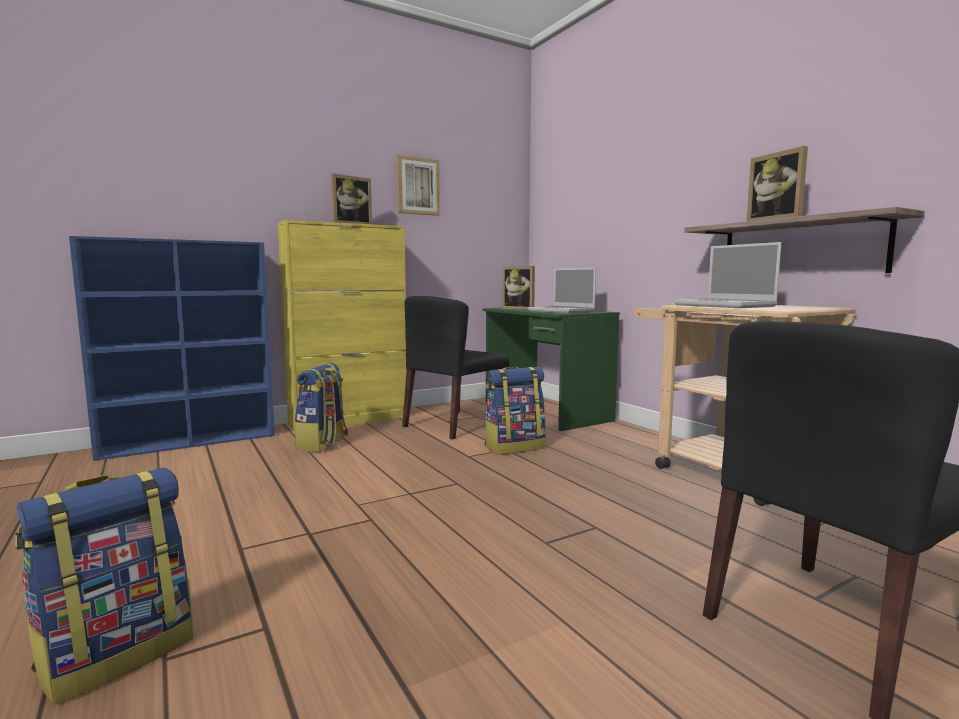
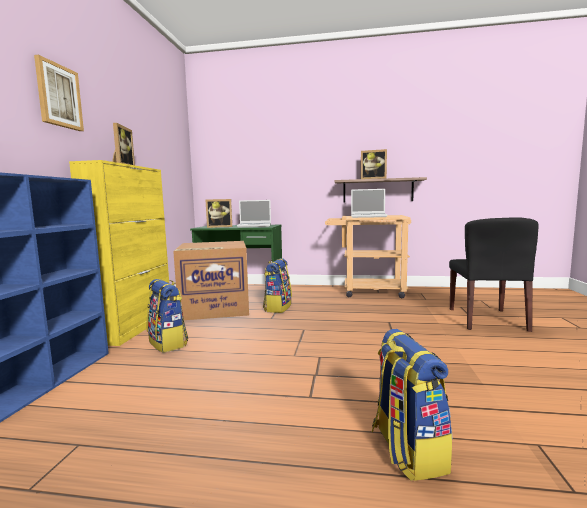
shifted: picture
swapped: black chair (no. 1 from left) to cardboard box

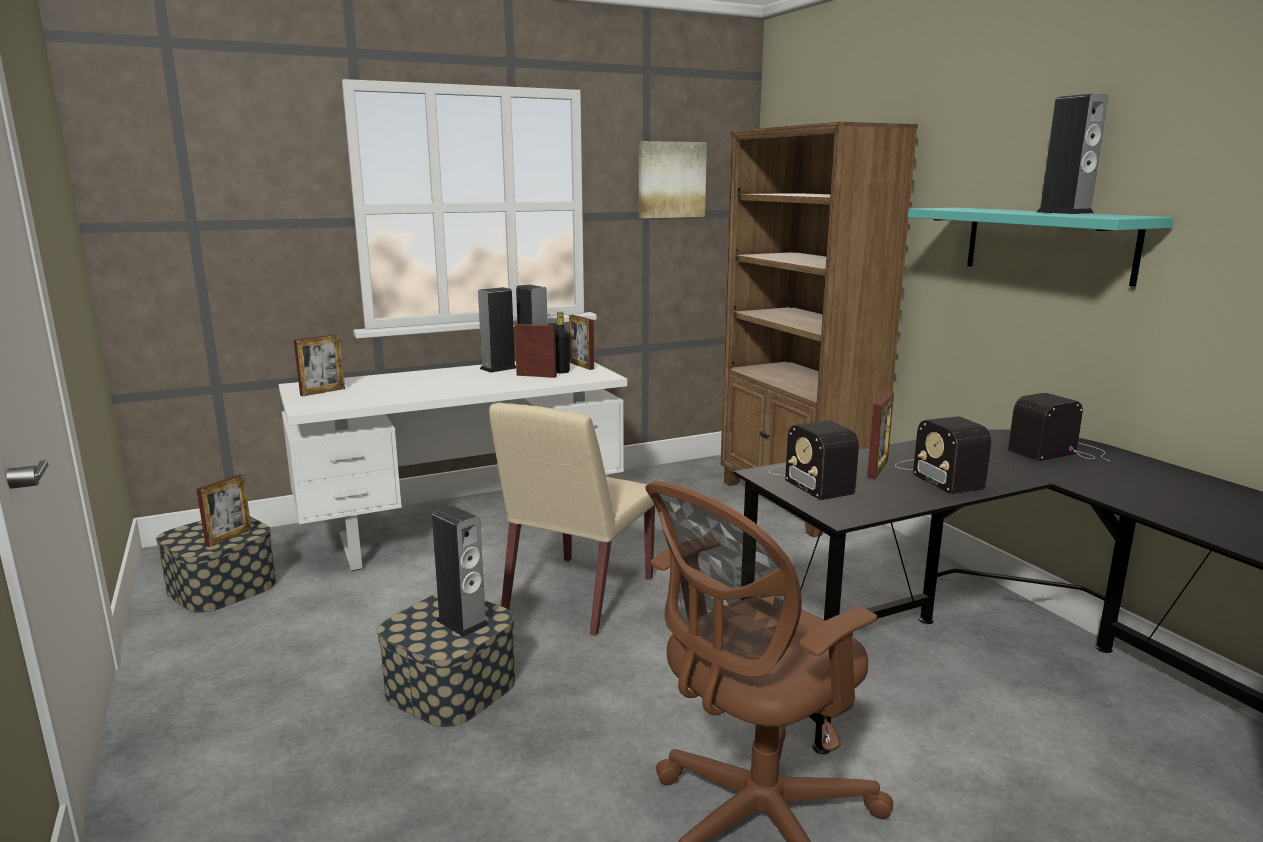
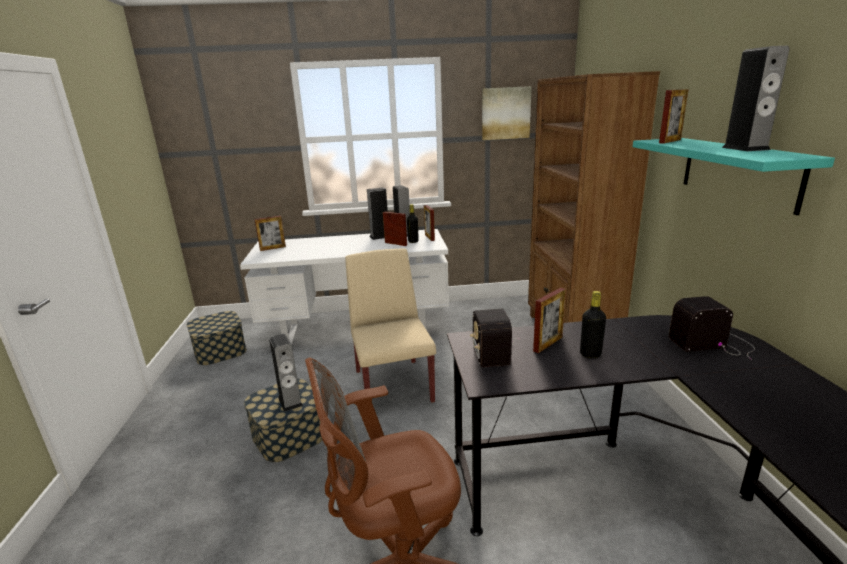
shifted: picture frame (no. 1 from left in the first image) to picture frame (no. 5 from left)
swapped: radio (no. 2 from left) to black bottle (no. 2 from left)
rotated: beige chair 120 degrees clockwise

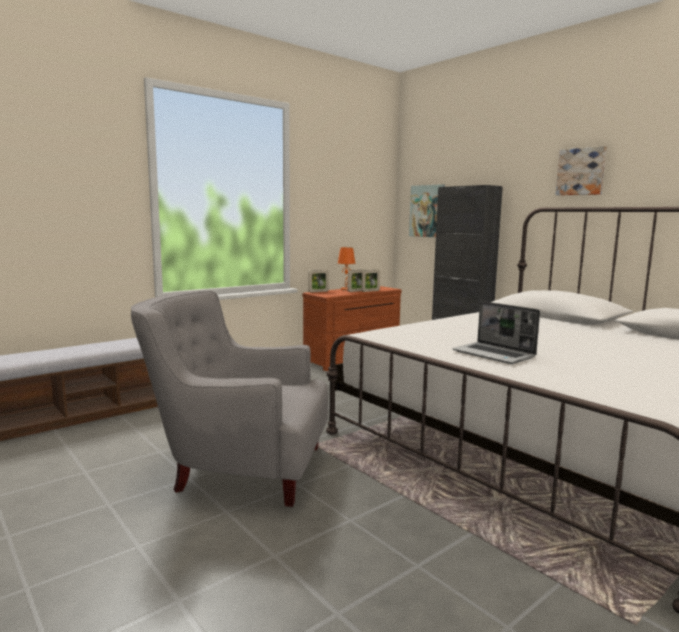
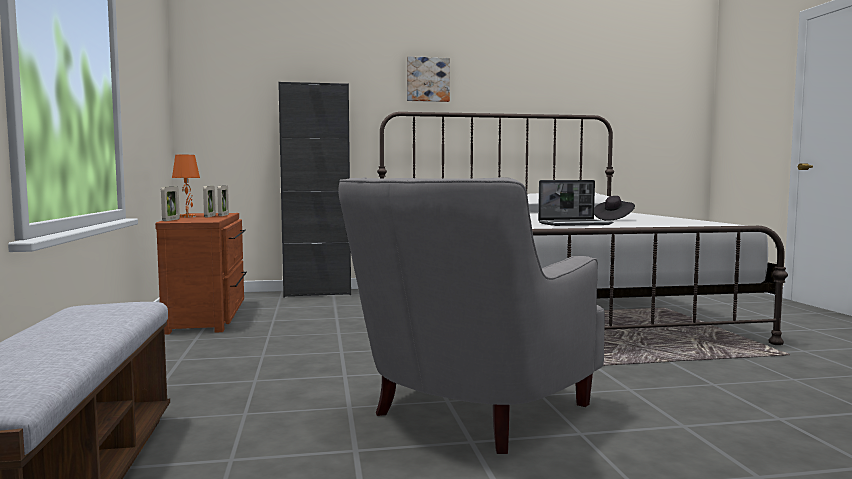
gone: picture (no. 1 from left)
new: black hat

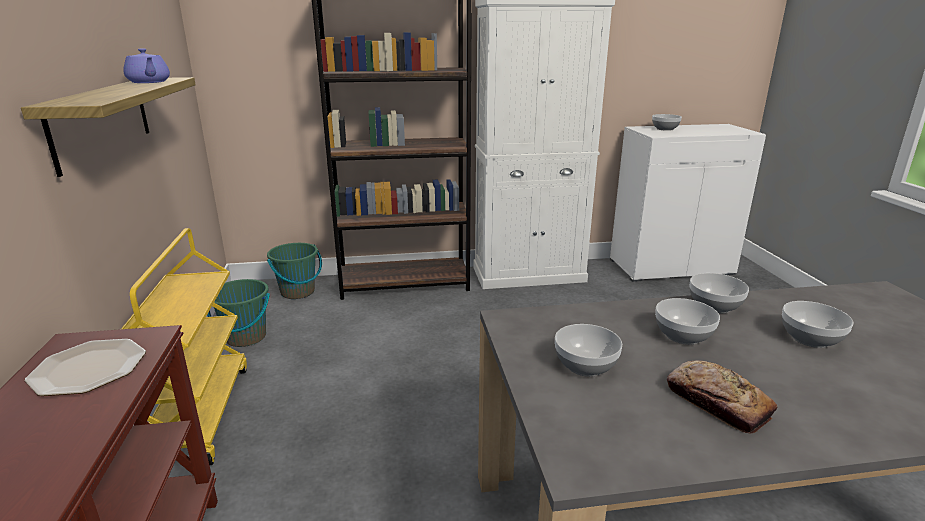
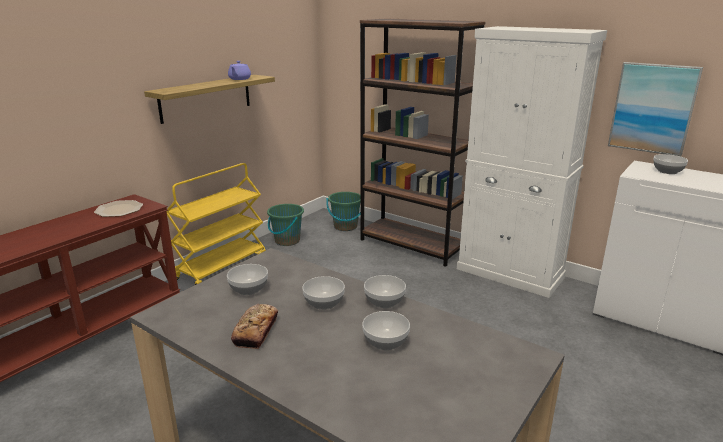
new: picture

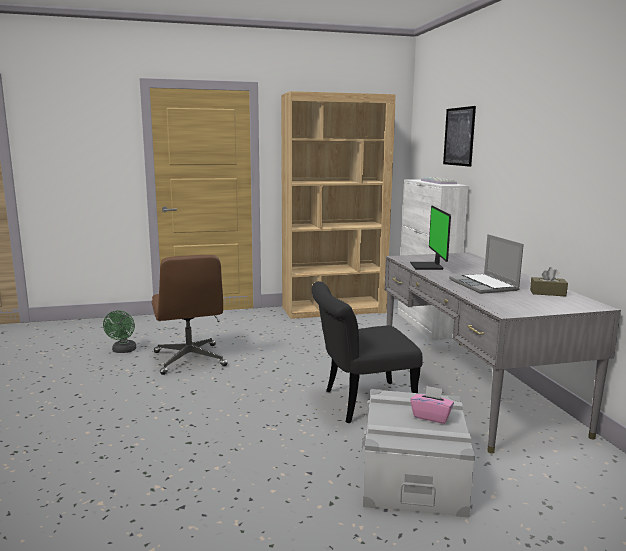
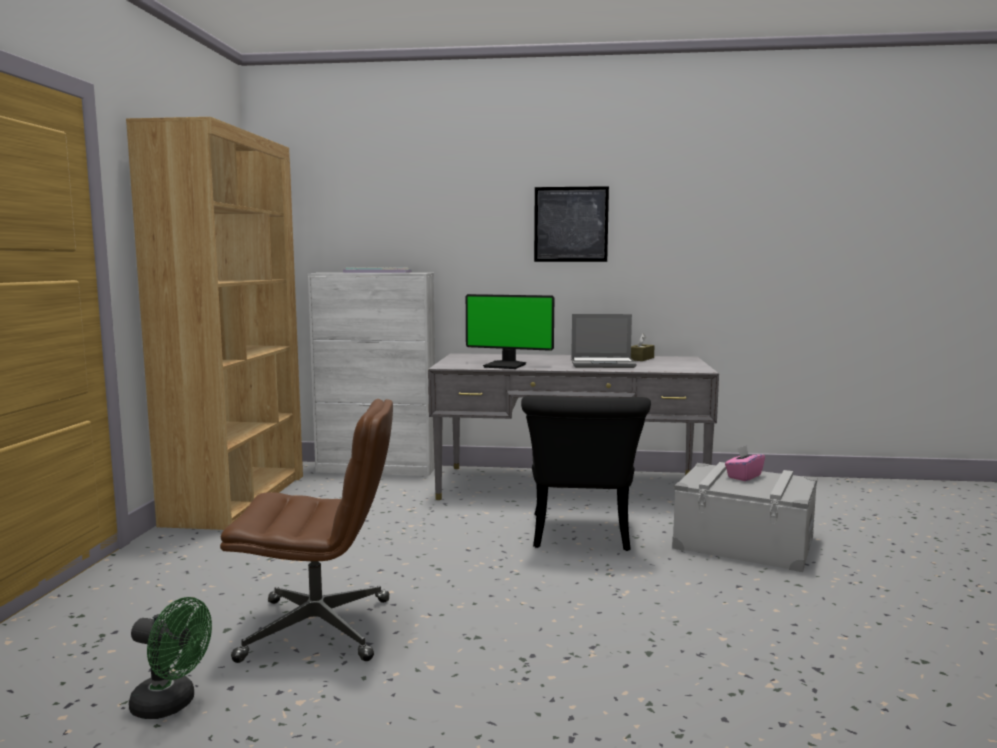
shifted: picture

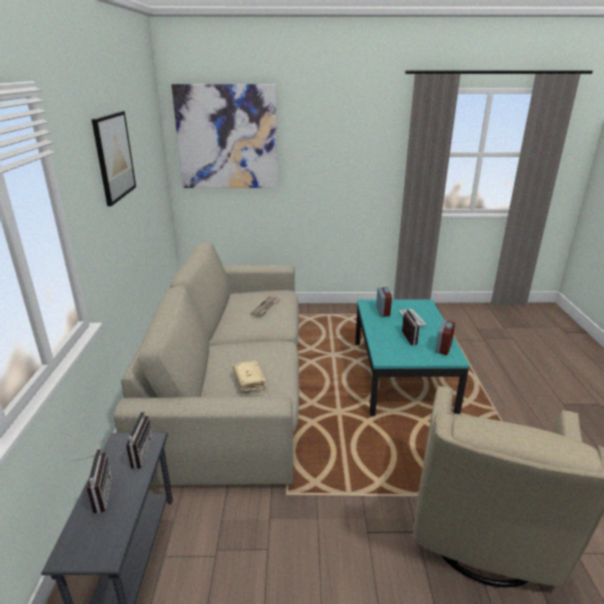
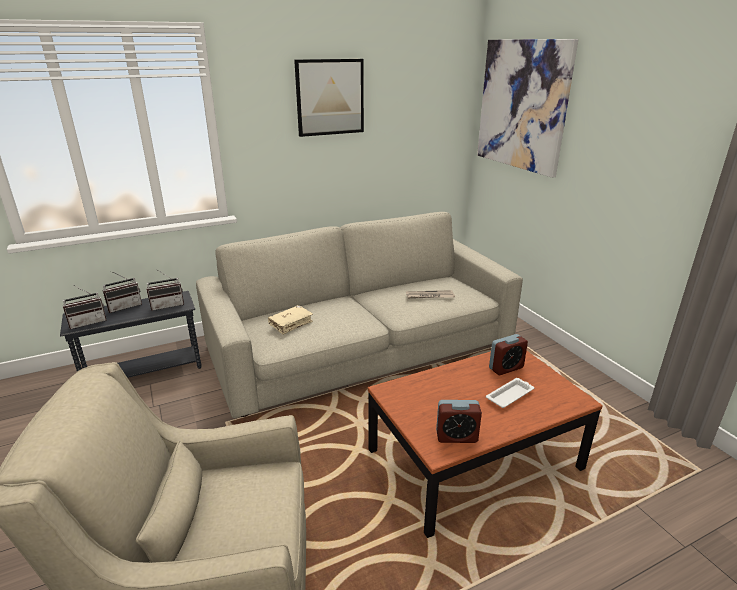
shifted: radio (no. 3 from left in the first image) to radio (no. 1 from left)
repainted: turquoise coffee table to brown coffee table

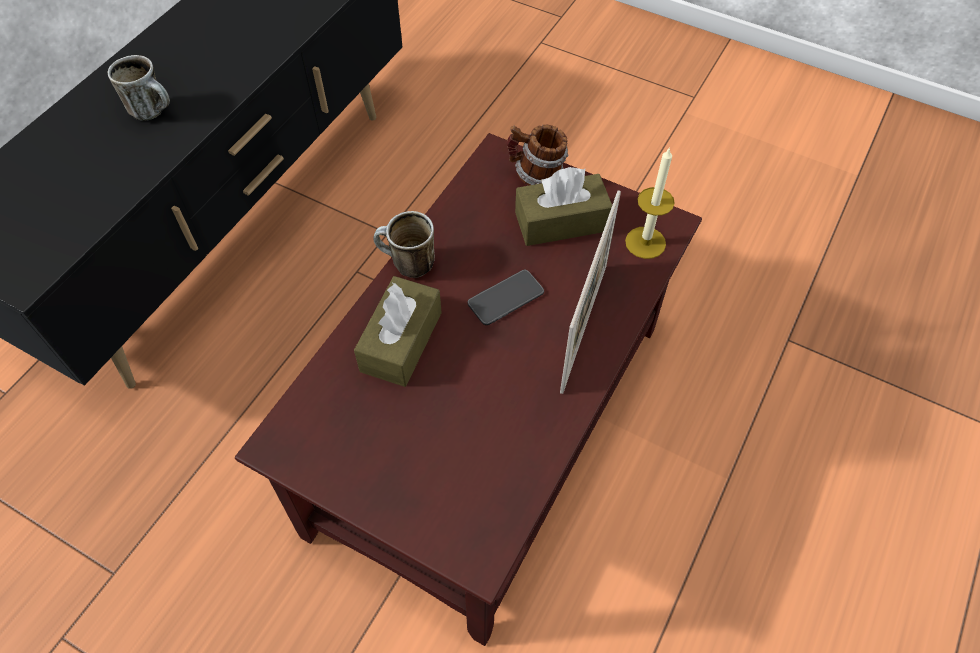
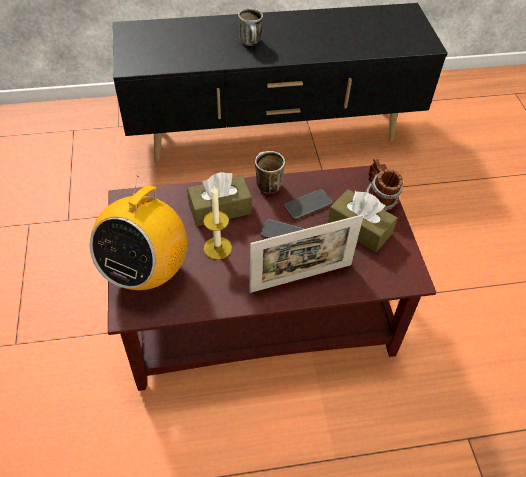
new: radio; phone (no. 2 from left)
shifted: candle

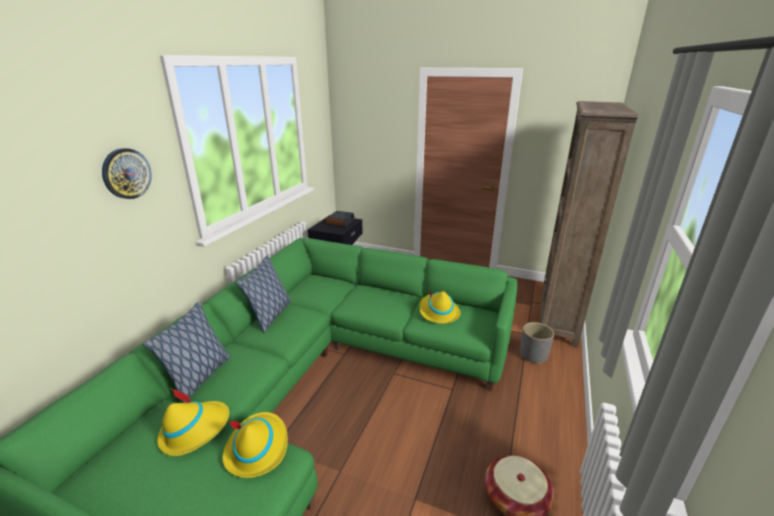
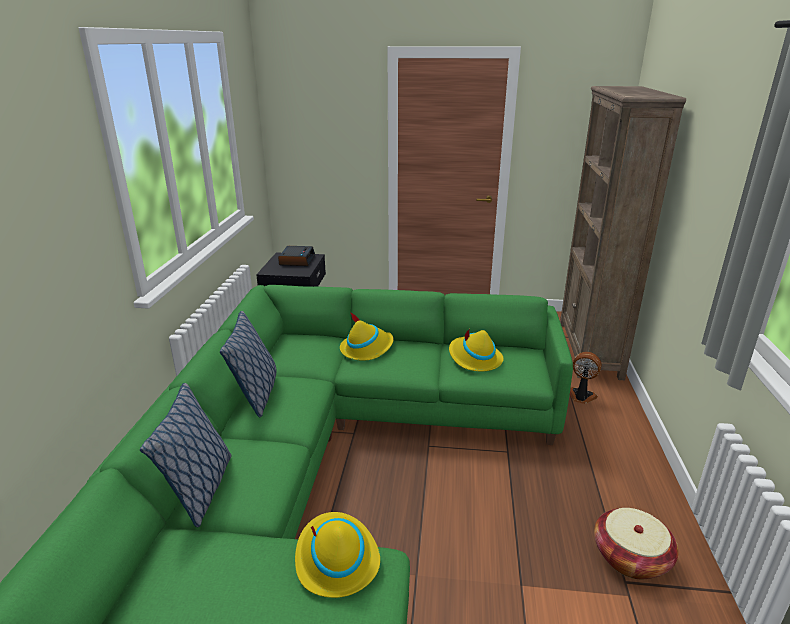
gone: wall clock
shifted: yellow hat (no. 1 from left in the first image) to yellow hat (no. 2 from left)
swapped: grey planter to fan

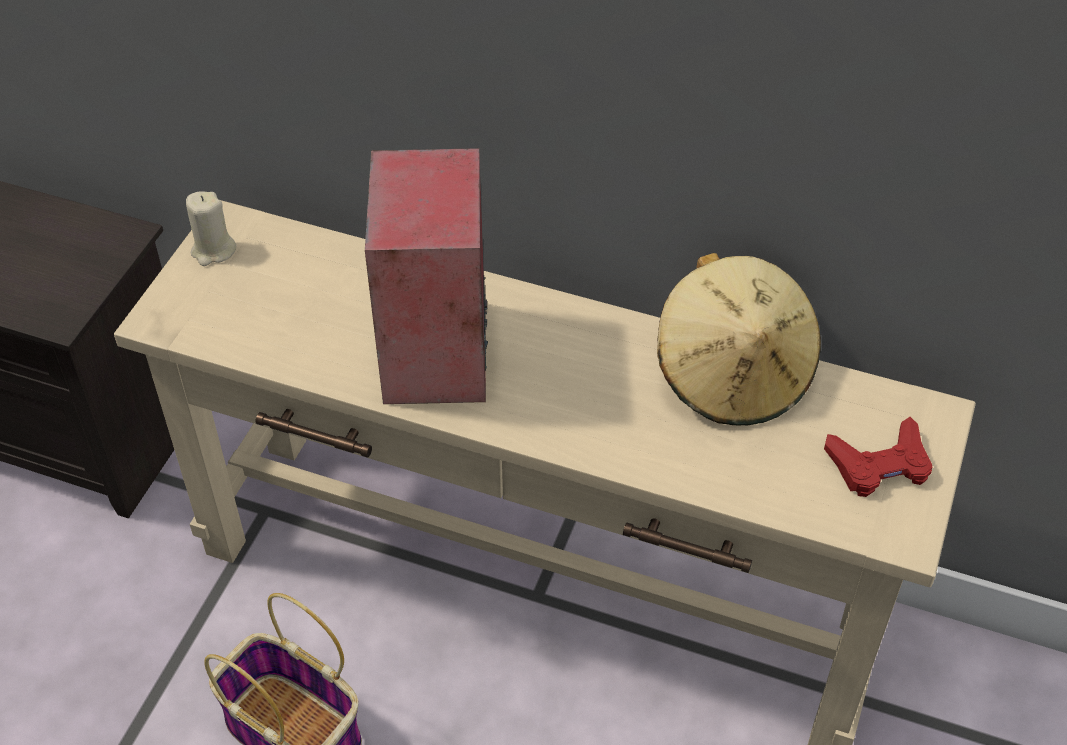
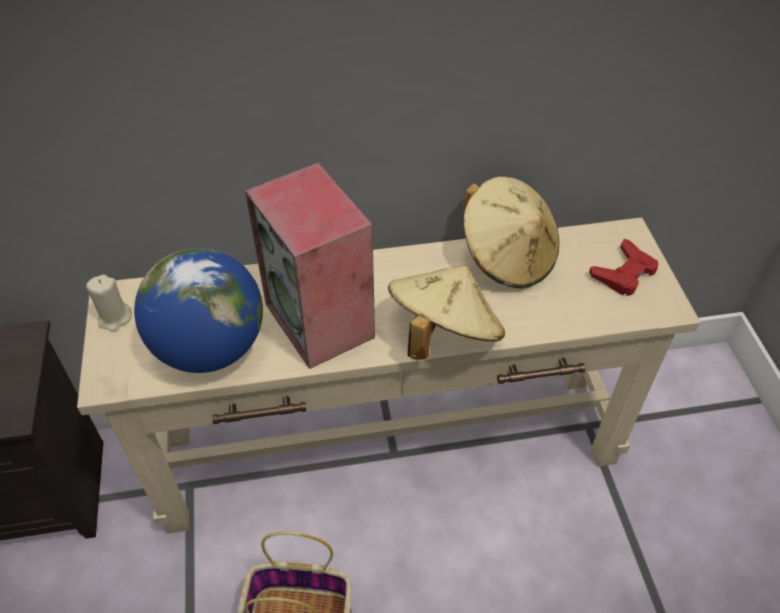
new: globe; beige hat (no. 1 from left)

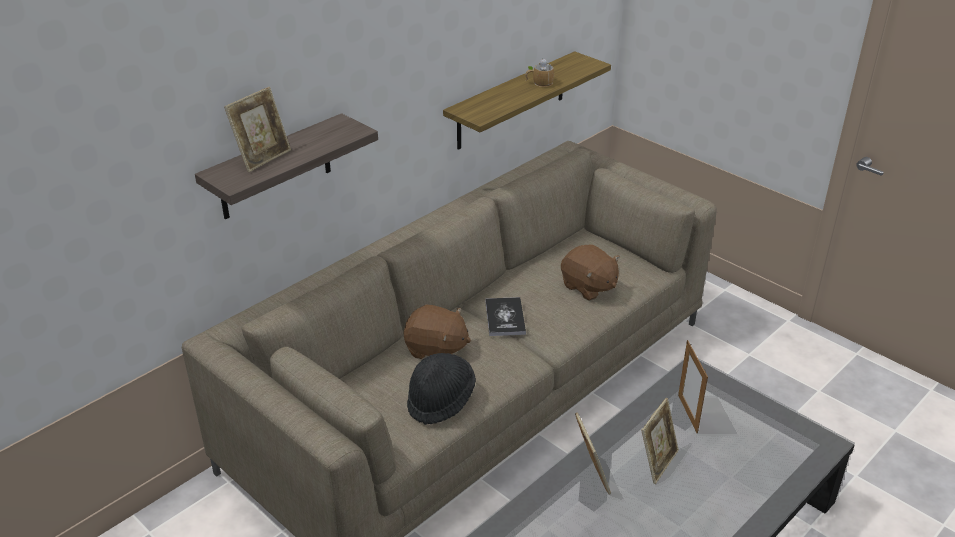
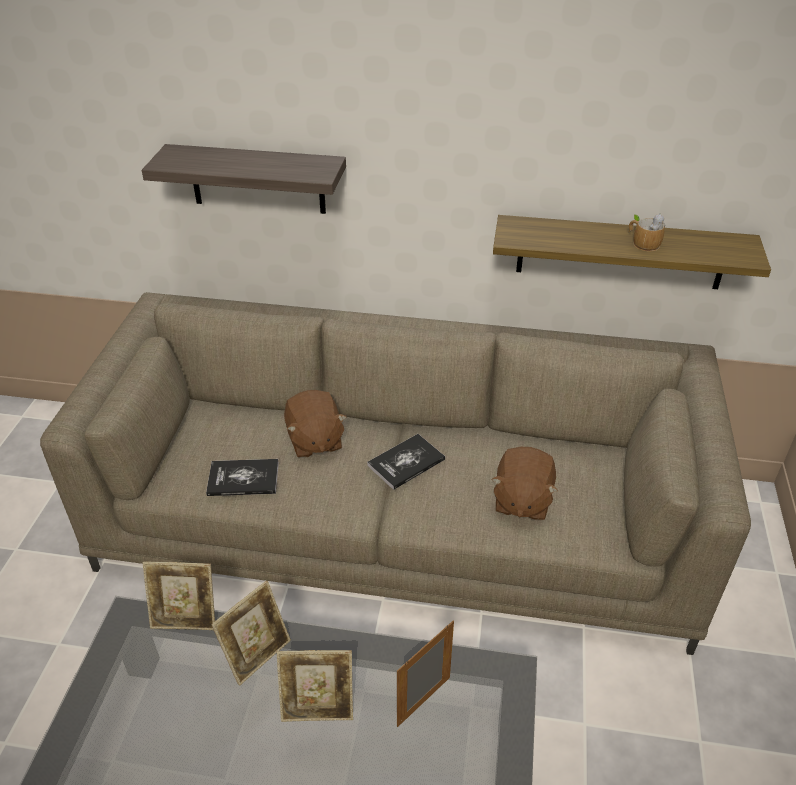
shifted: picture frame (no. 1 from left)
swapped: black hat to book (no. 1 from left)

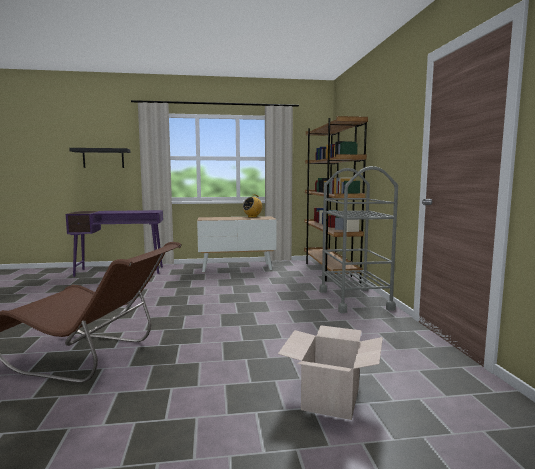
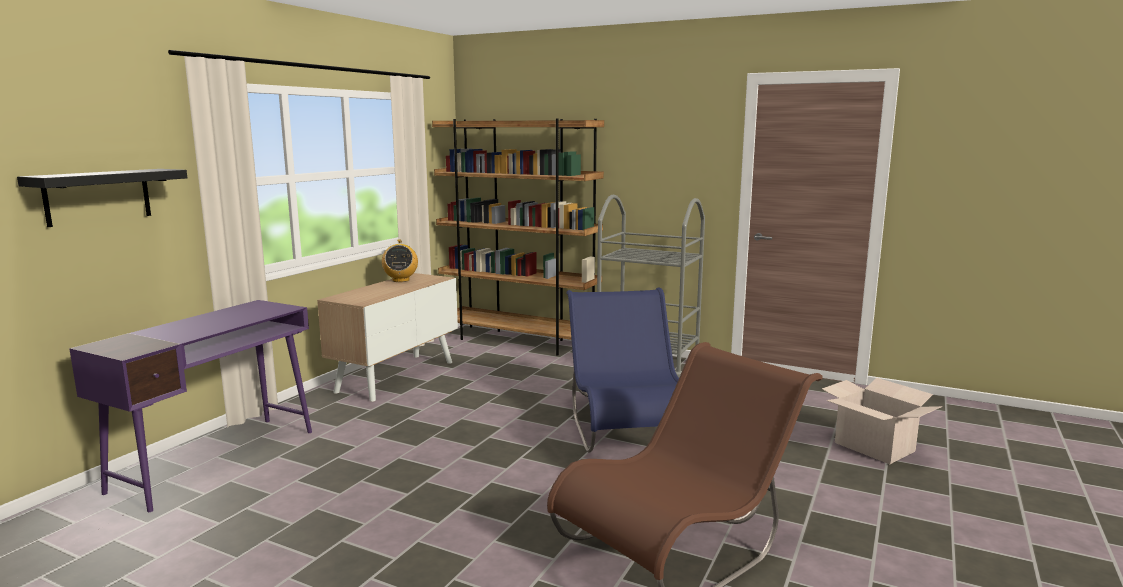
new: blue chair

